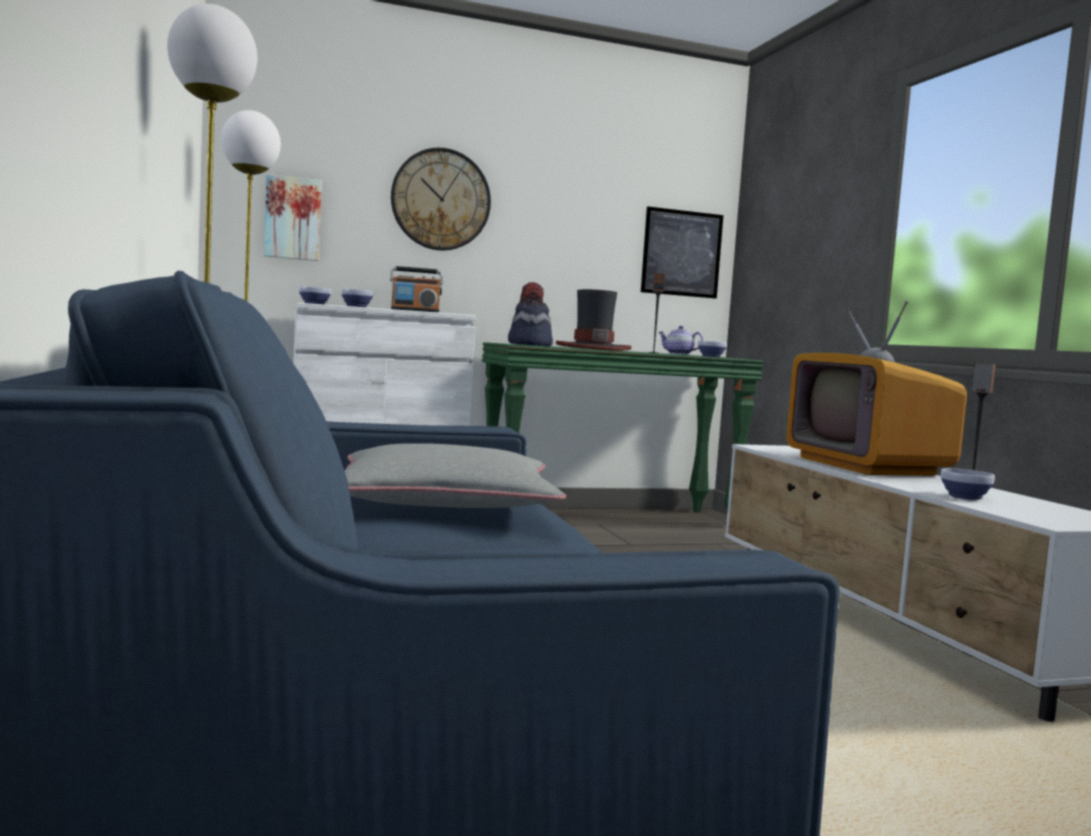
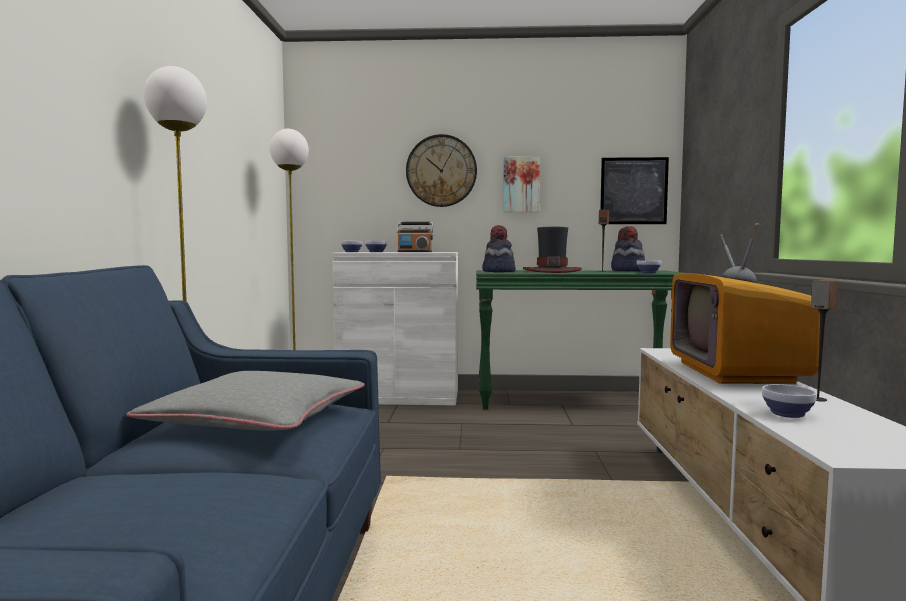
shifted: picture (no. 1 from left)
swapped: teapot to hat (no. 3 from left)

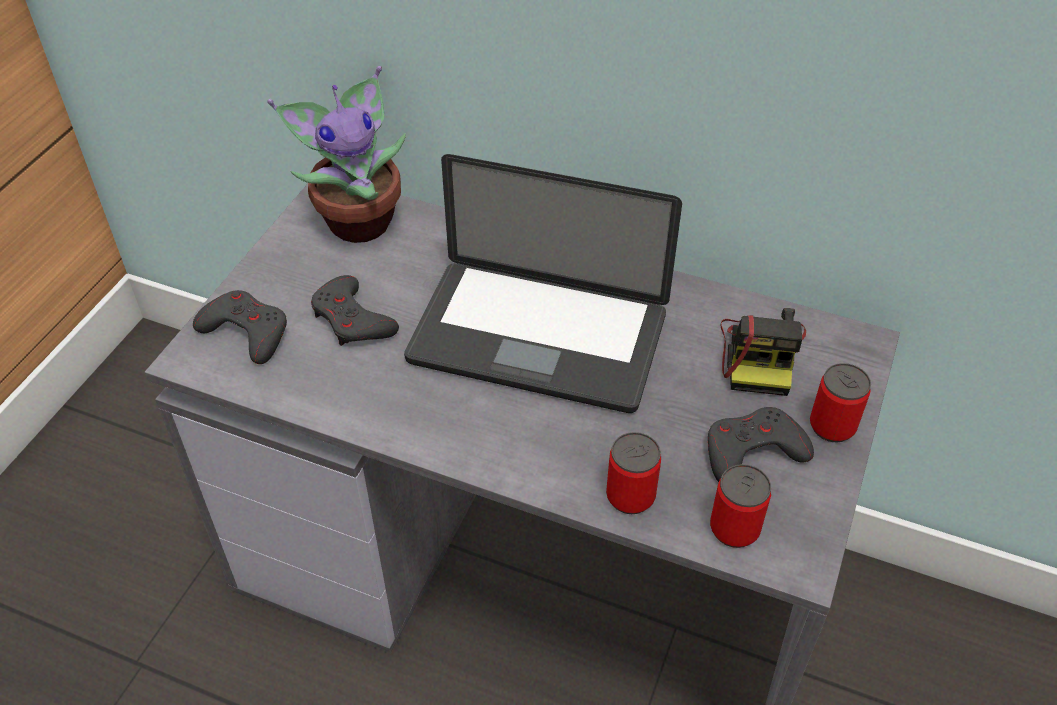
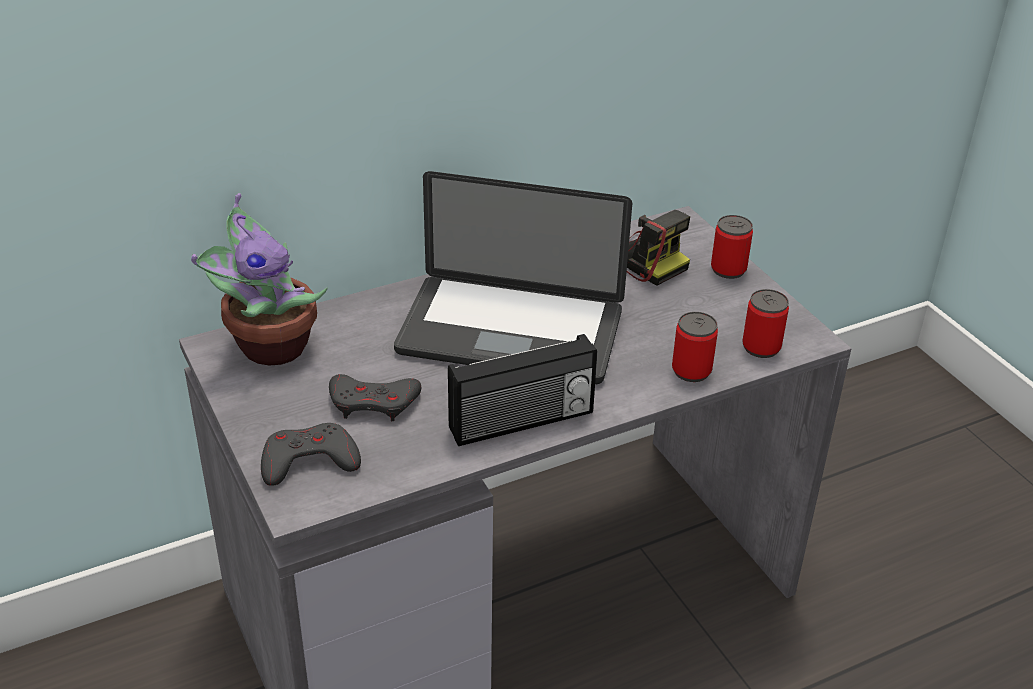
gone: grey game controller (no. 3 from left)
new: radio
rotated: laptop 45 degrees clockwise

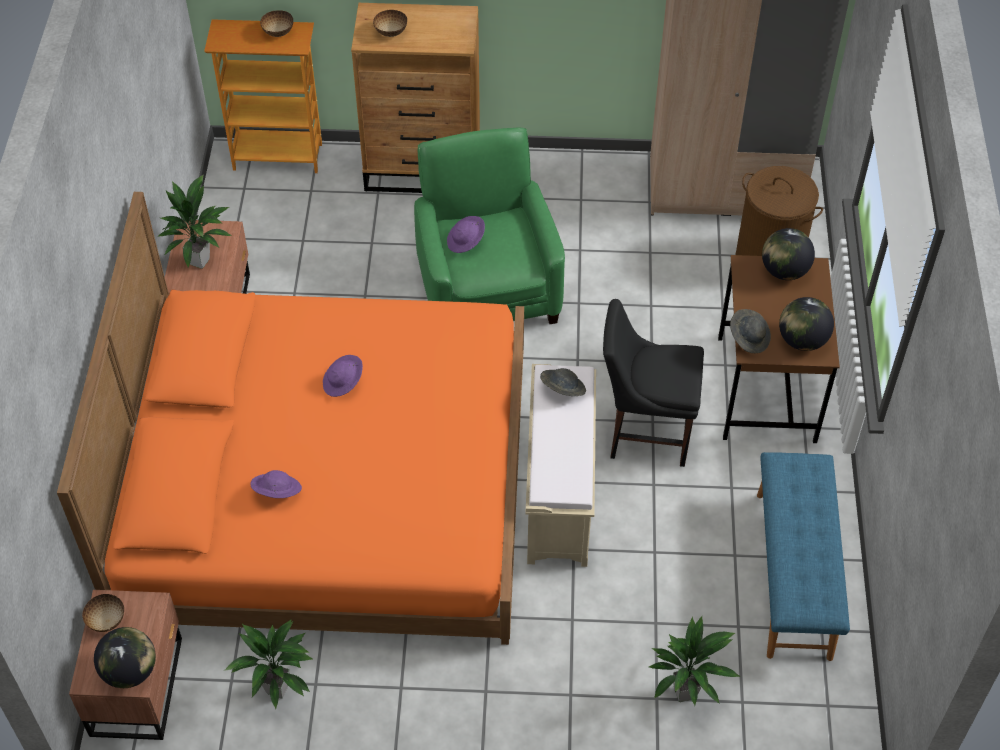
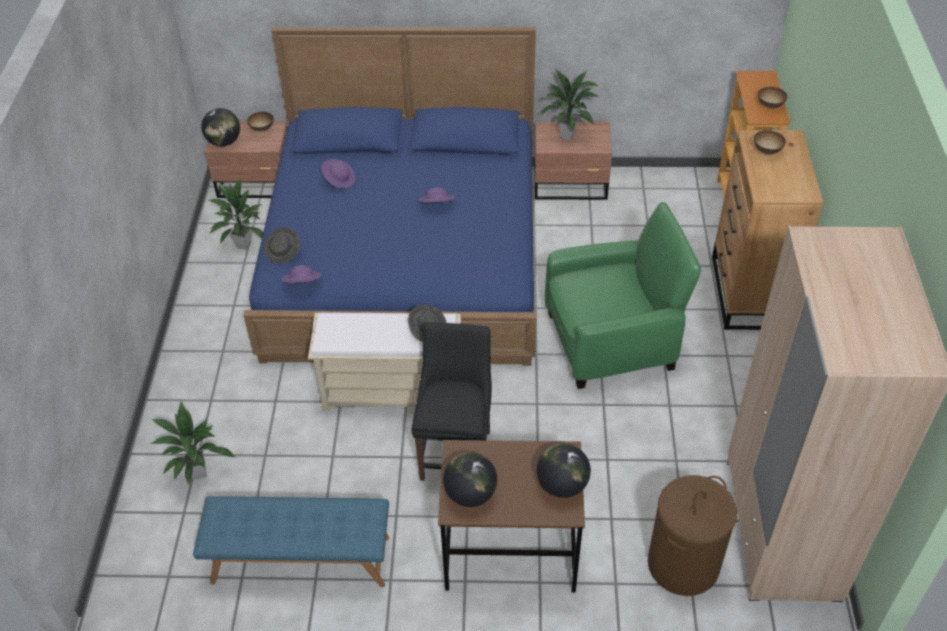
shifted: purple hat (no. 3 from left in the first image) to purple hat (no. 1 from left); grey hat (no. 2 from left in the first image) to grey hat (no. 1 from left)
repainted: orange bed to blue bed

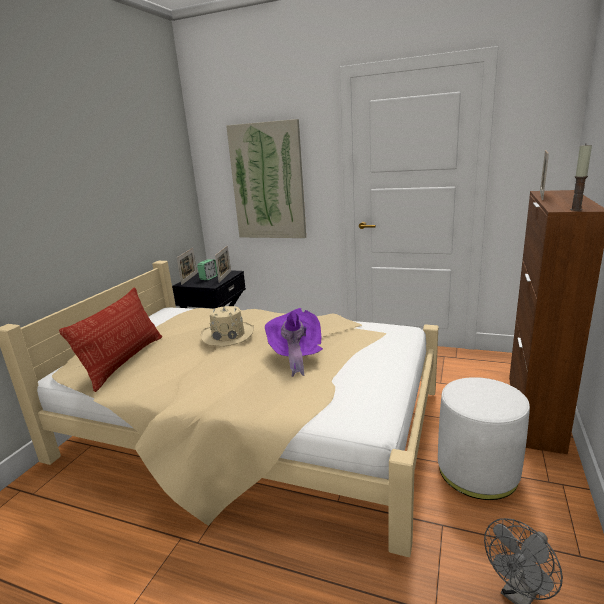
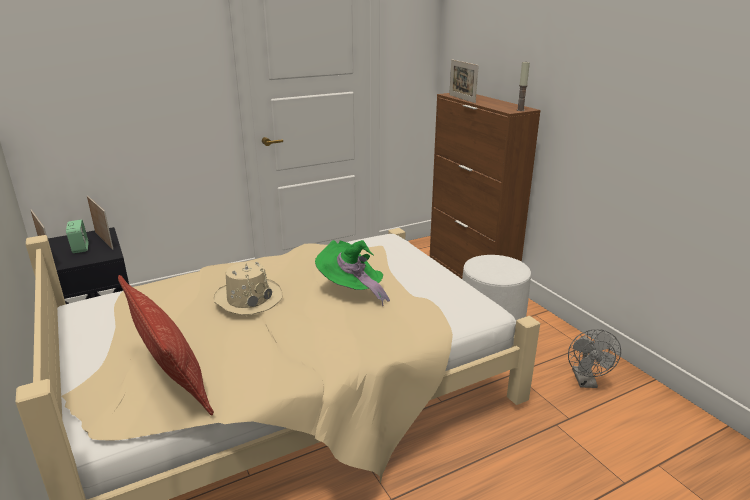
gone: picture
repainted: purple hat to green hat

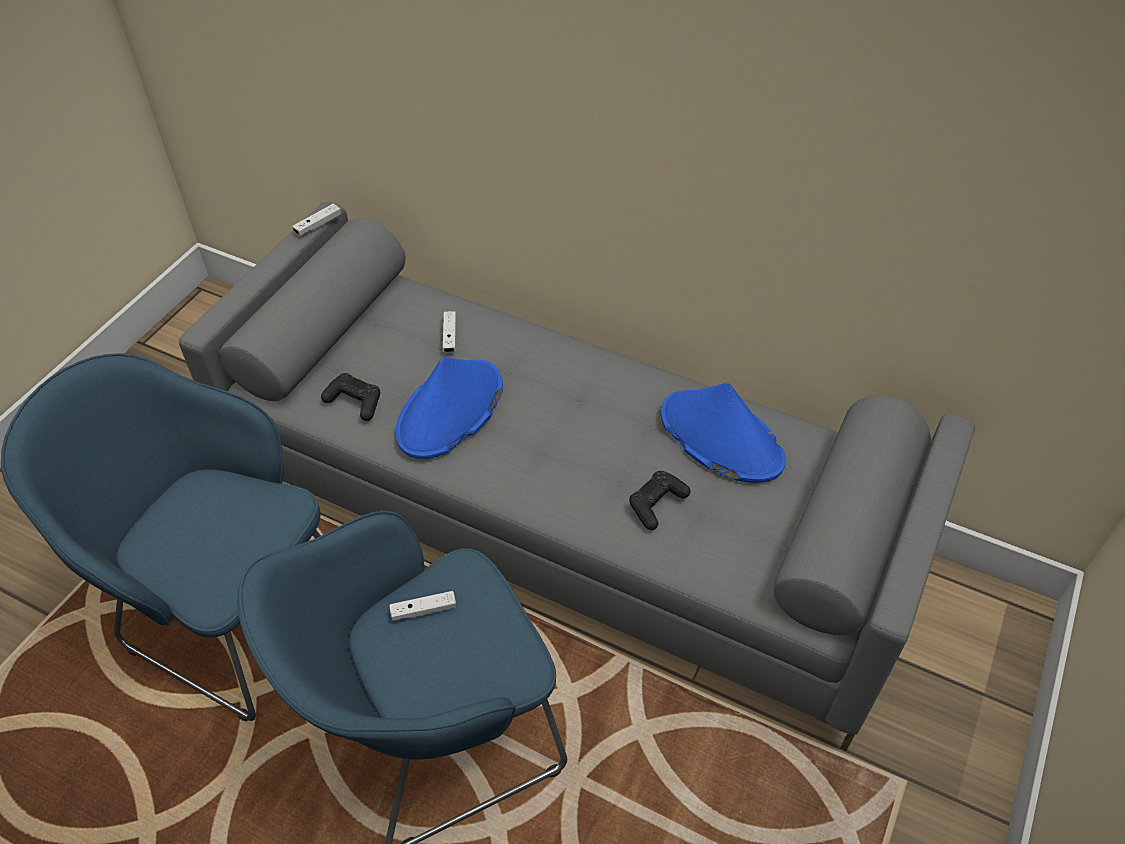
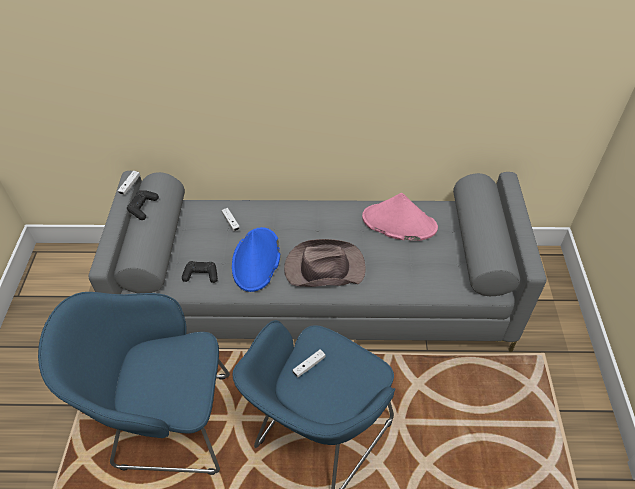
new: brown hat
shifted: black game controller (no. 2 from left in the first image) to black game controller (no. 1 from left)
repainted: blue hat (no. 2 from left) to pink hat

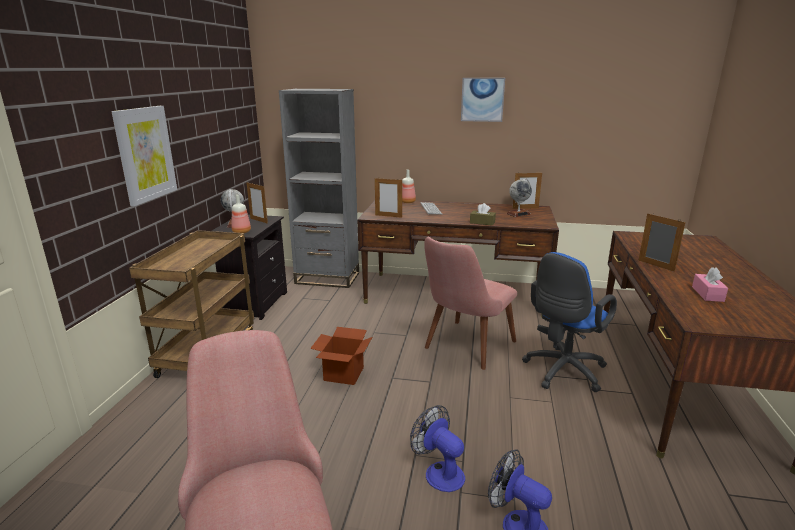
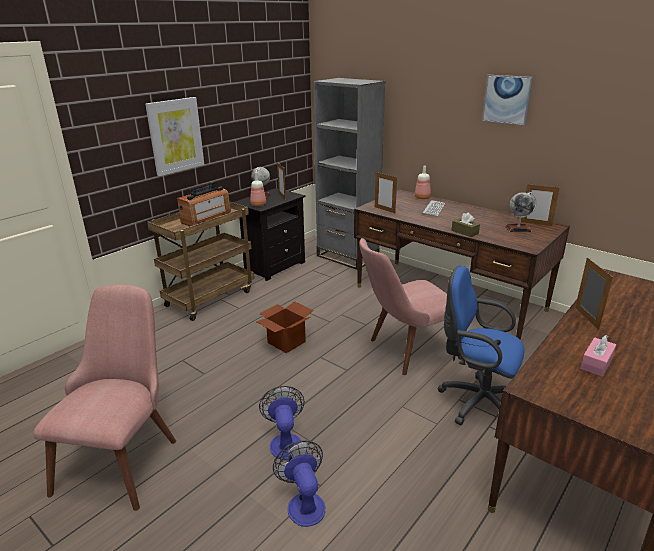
new: radio
rotated: blue office chair 45 degrees clockwise

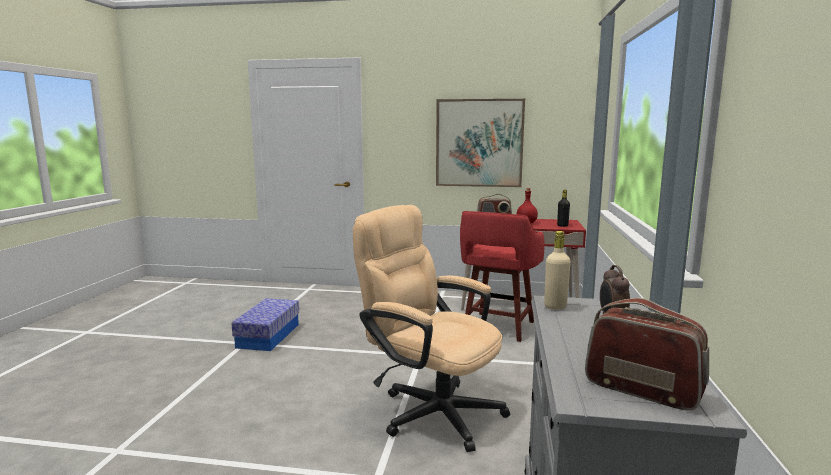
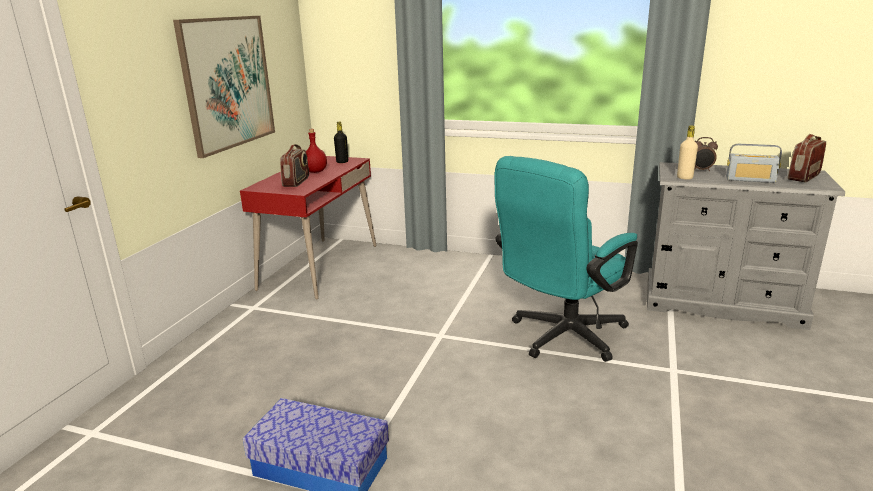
gone: red stool
new: radio (no. 2 from left)
repainted: beige office chair to turquoise office chair

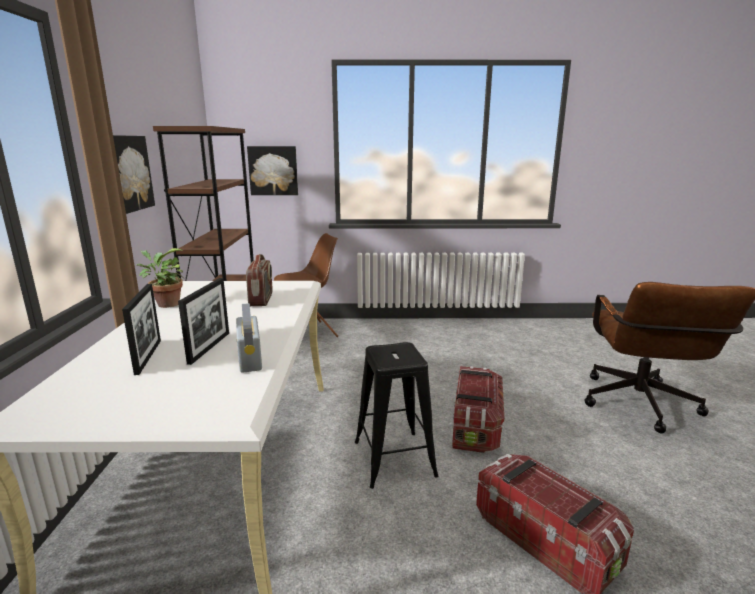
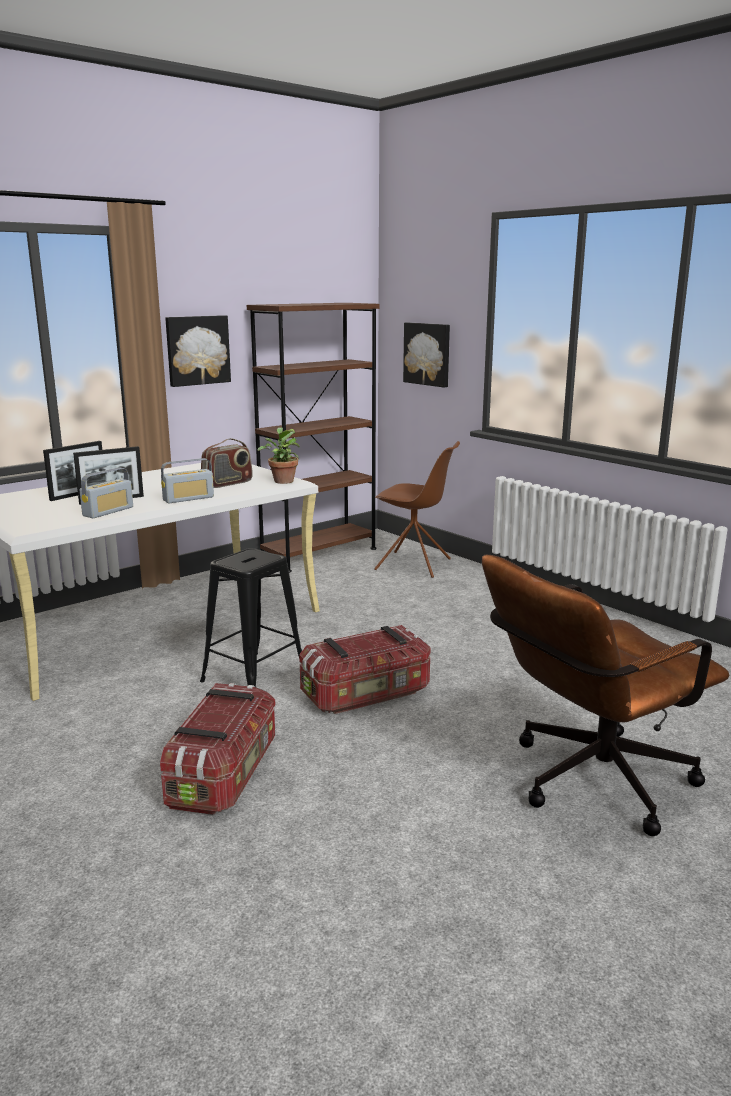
new: radio (no. 2 from left)
shifted: potted plant

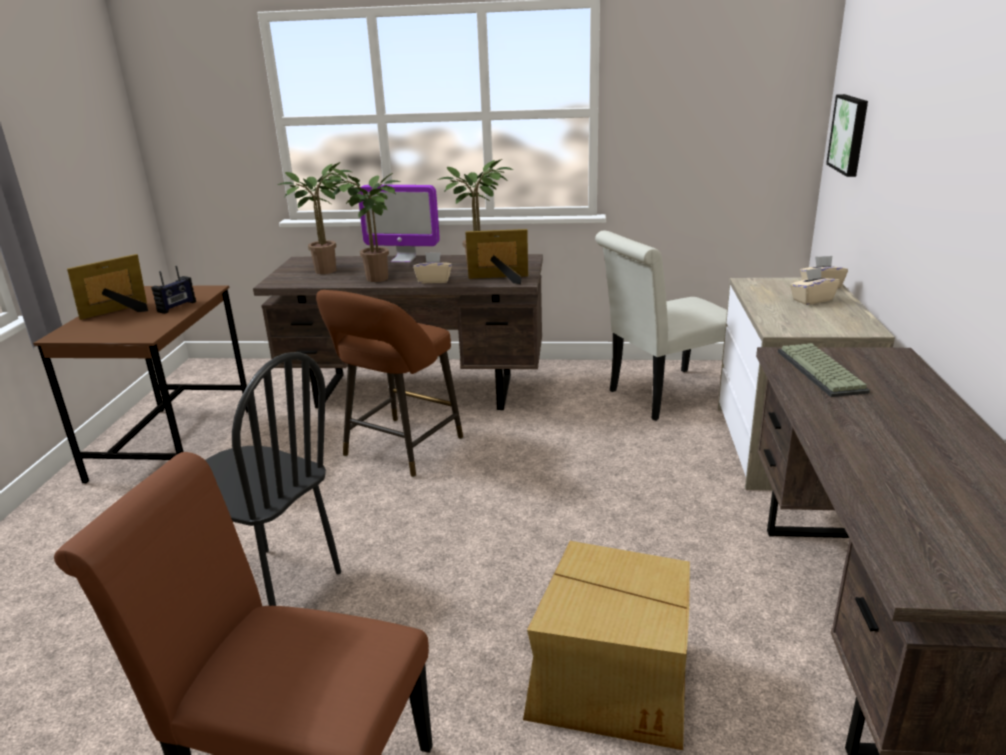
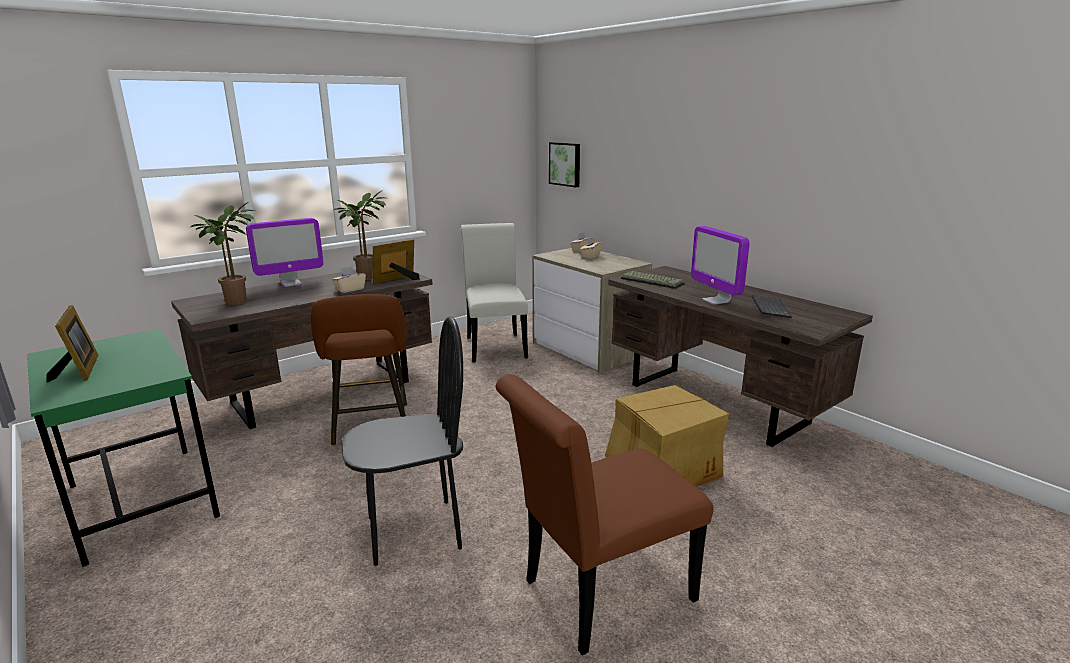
gone: radio; potted plant (no. 2 from left)
new: monitor (no. 2 from left); keyboard (no. 2 from left)
repainted: brown desk (no. 1 from left) to green desk
rotated: picture frame (no. 1 from left) 150 degrees clockwise; white chair 150 degrees clockwise

